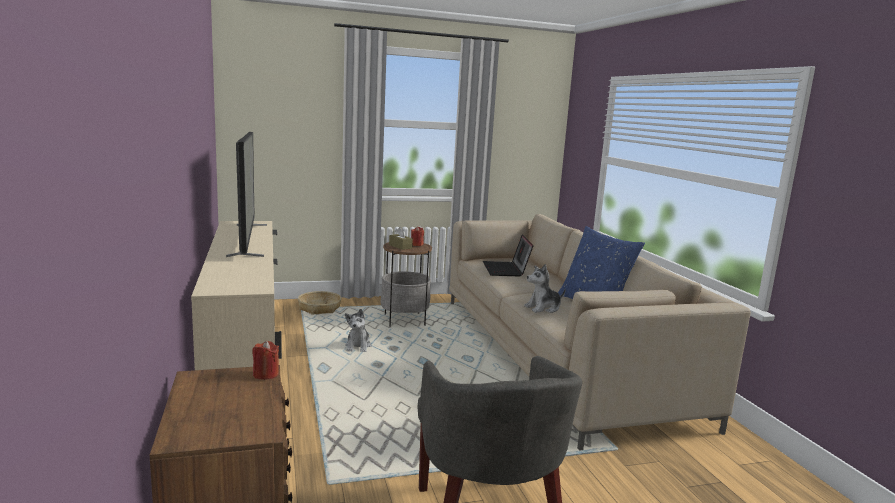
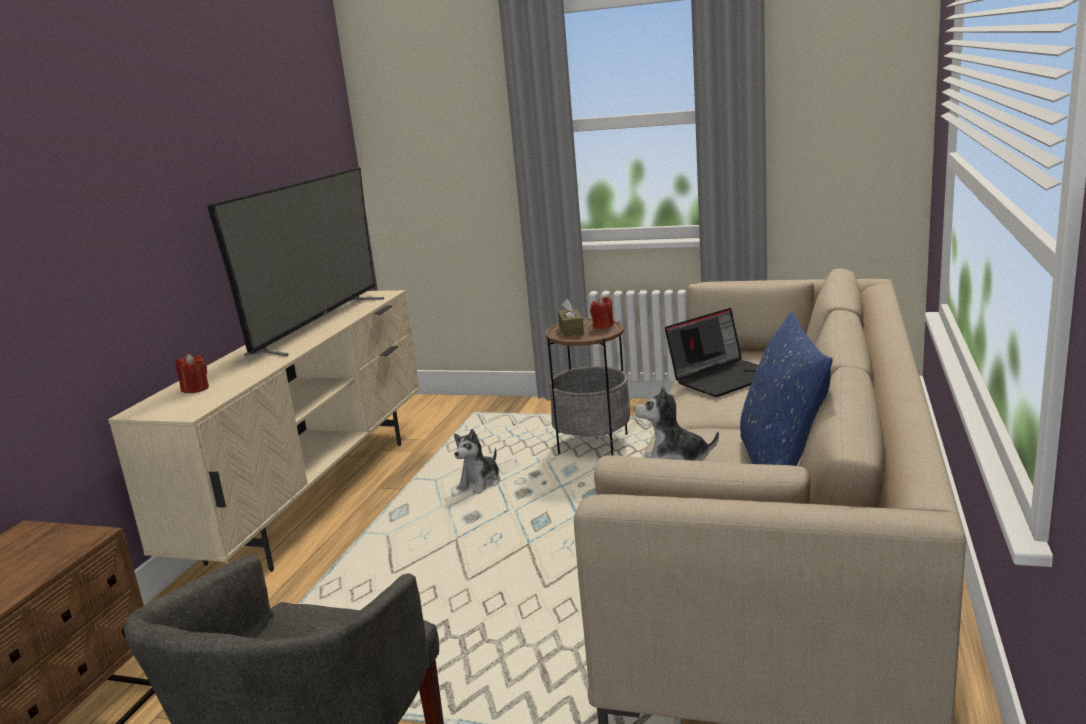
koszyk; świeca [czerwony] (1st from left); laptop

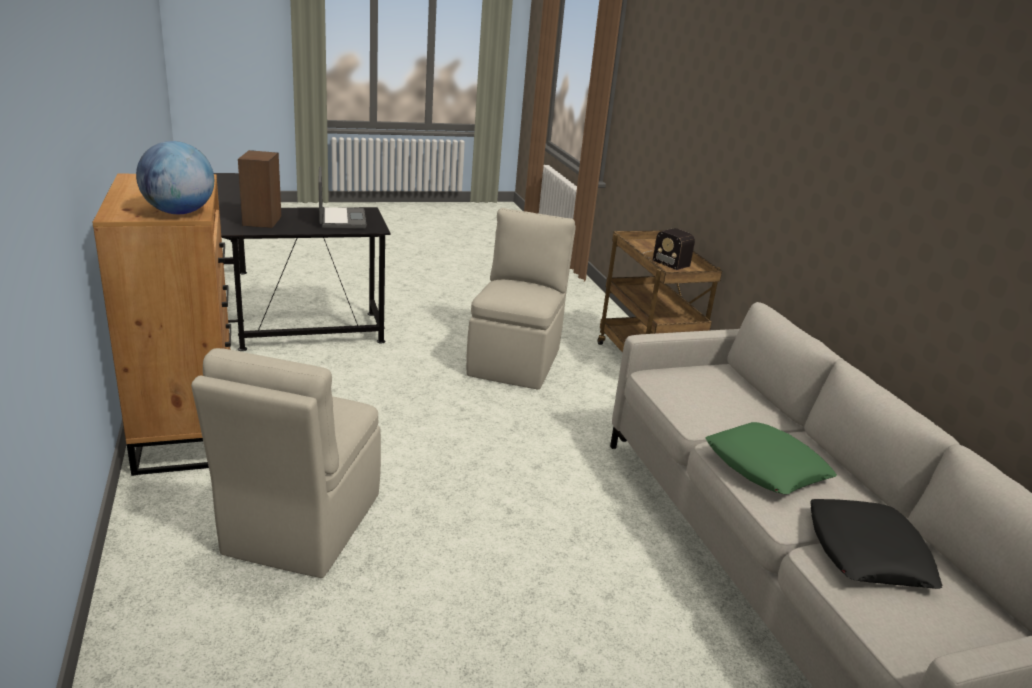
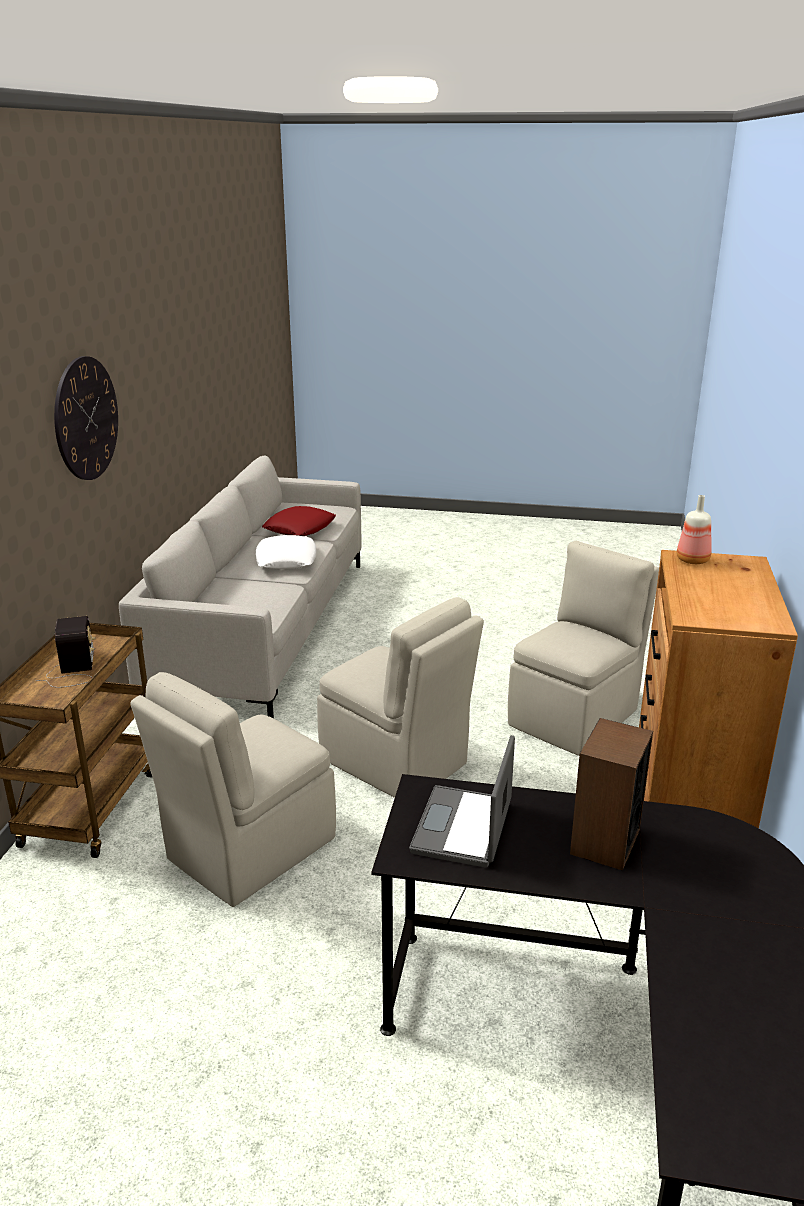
zegar ścienny; krzesło [beżowy] (2nd from left); butelka; poduszka [biały]; poduszka [czerwony]

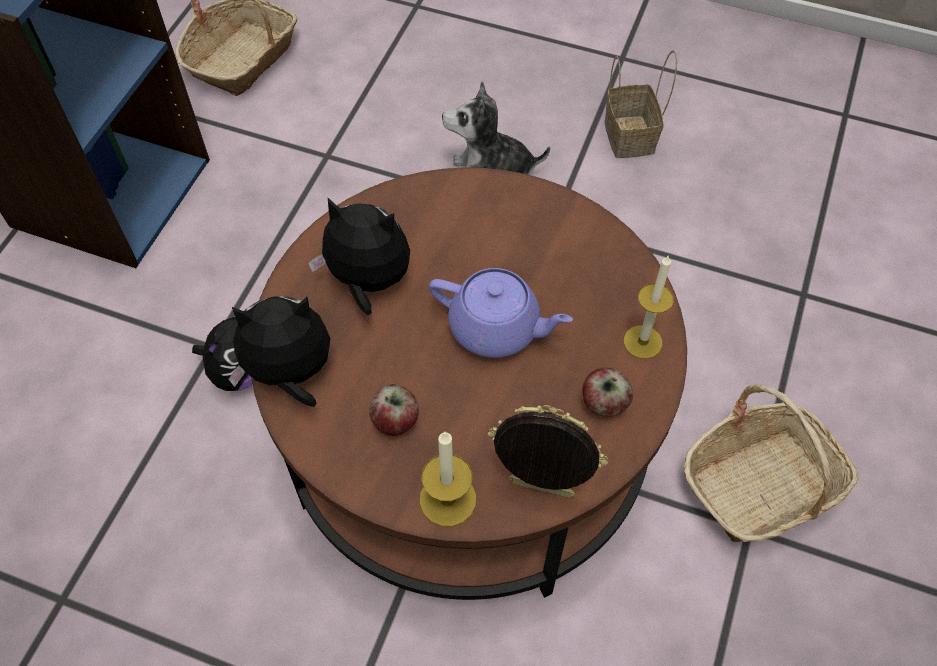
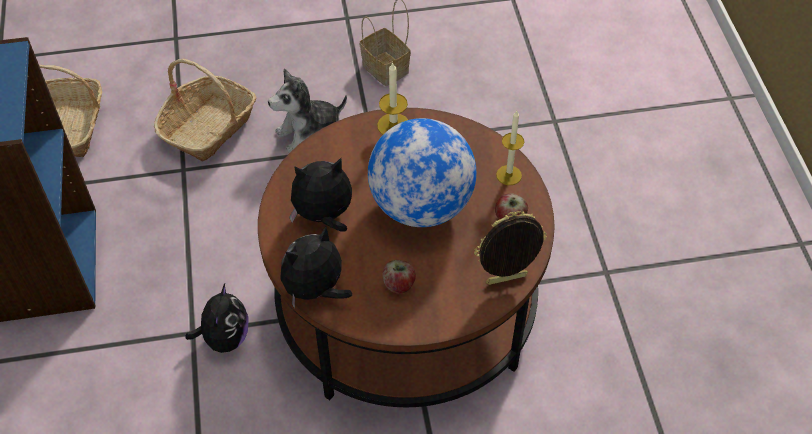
świeca (1st from left); koszyk (2nd from left); globus

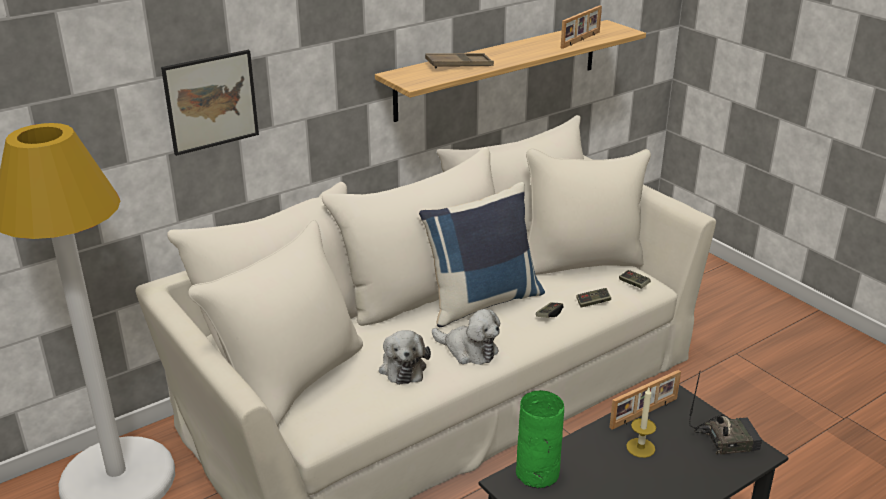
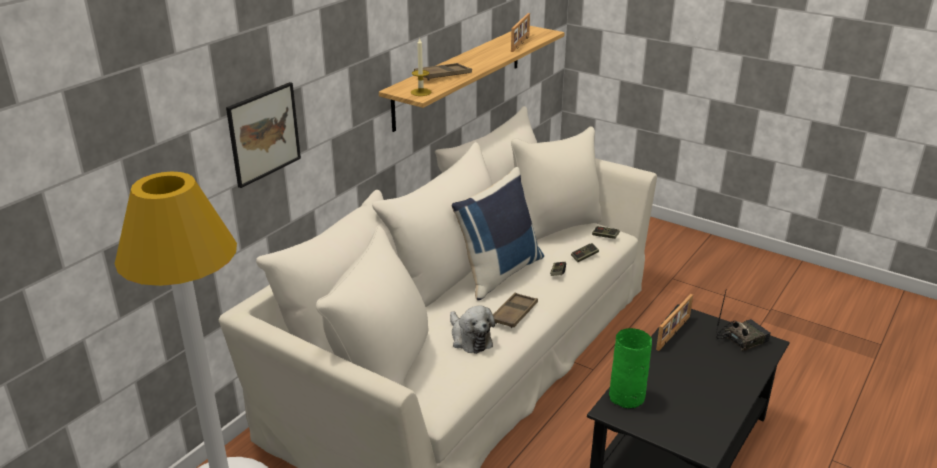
świeca; taca [brązowy] (2nd from left)

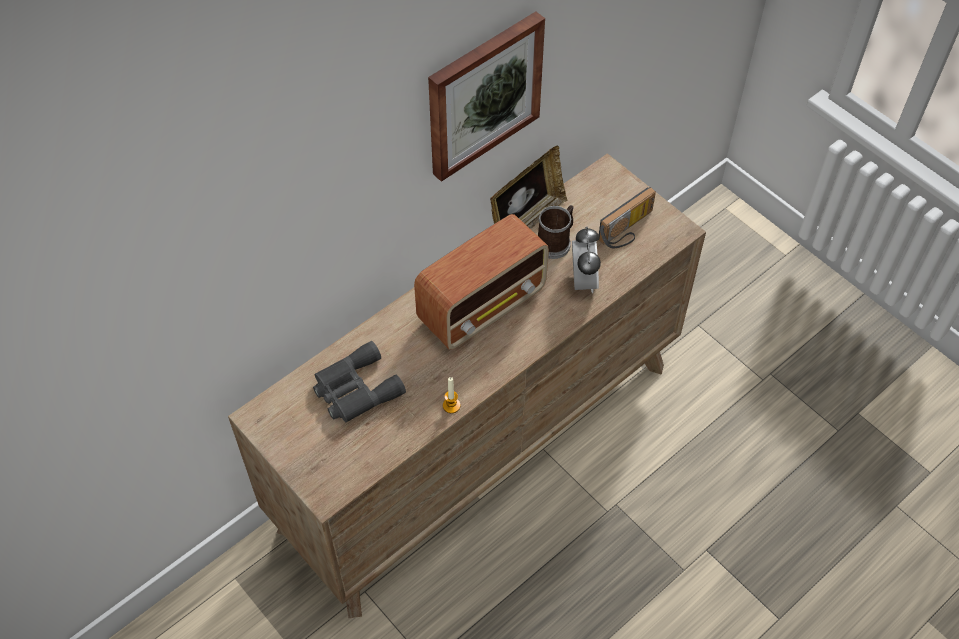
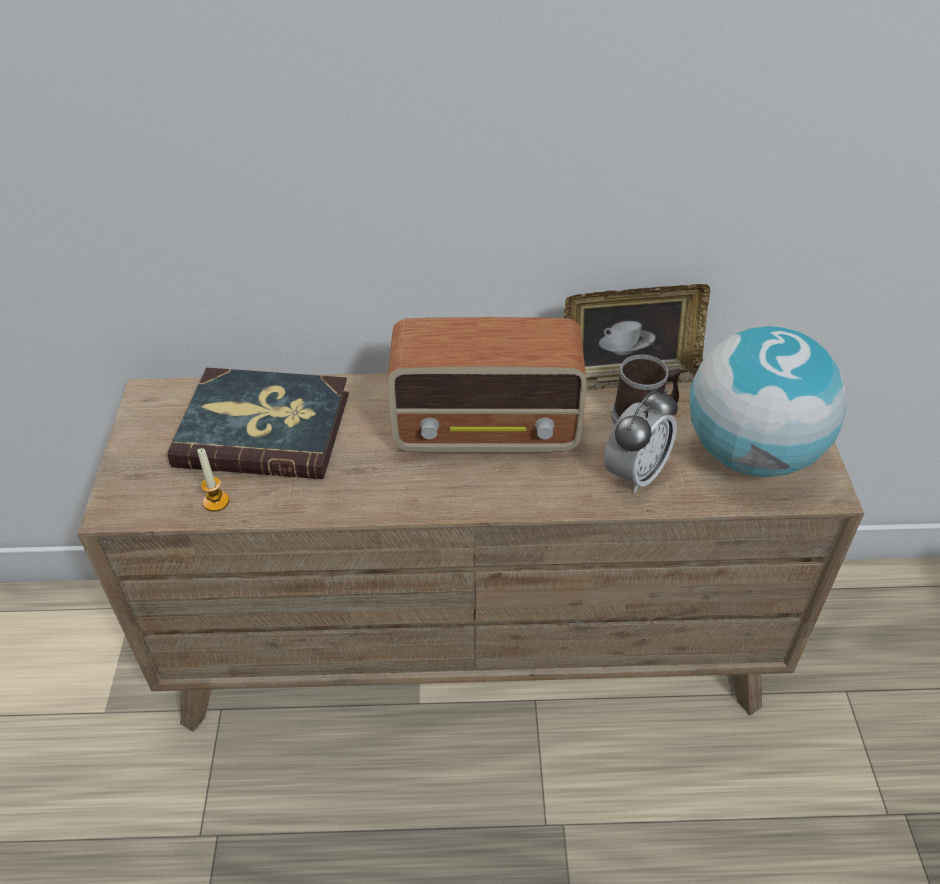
obraz; świeca; książka; globus

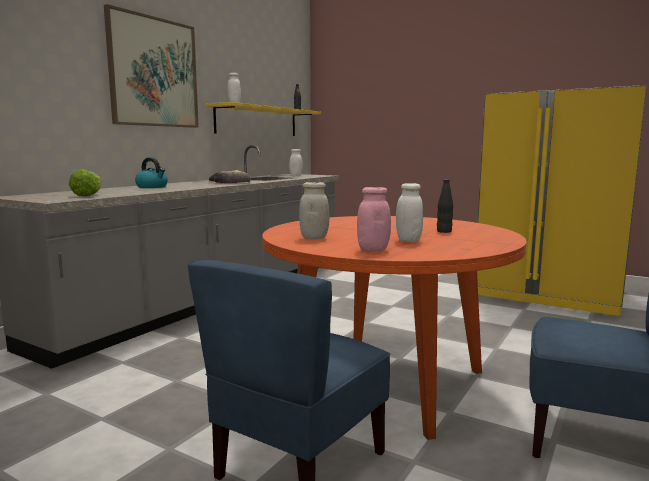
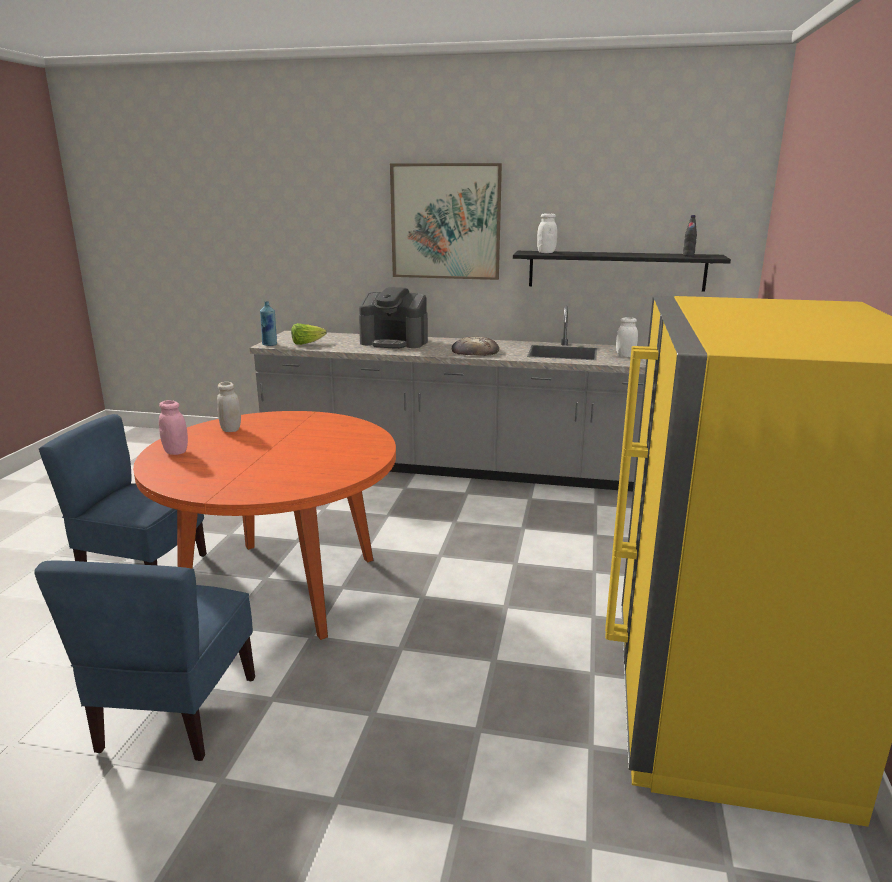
słoik [biały] (4th from left in the first image); butelka [czarny] (2nd from left in the first image); butelka [niebieski]; ekspres do kawy; półka [czarny]

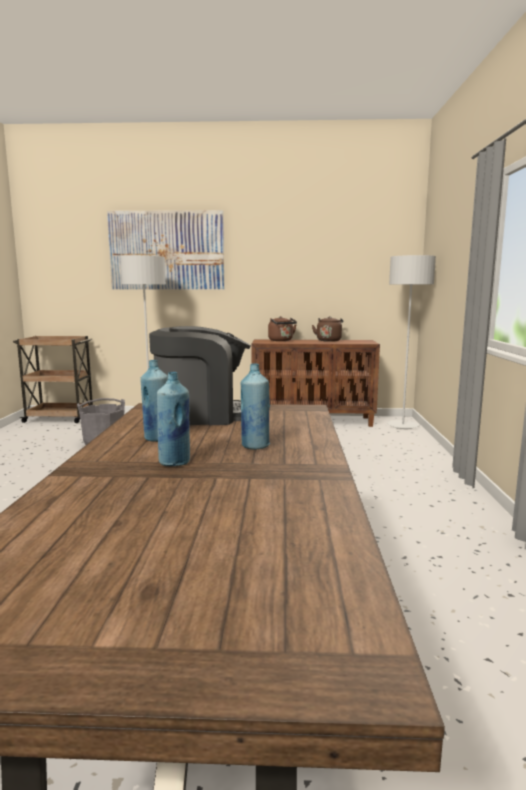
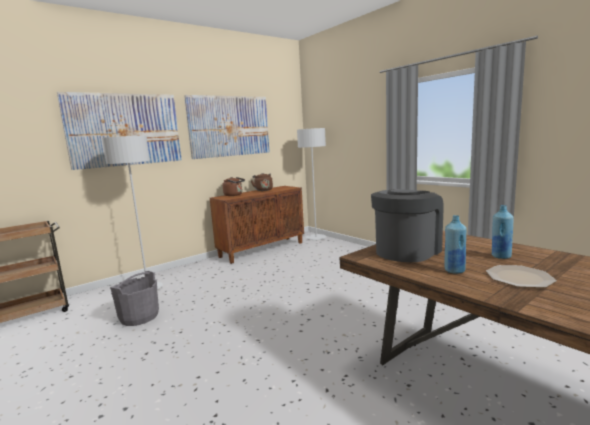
obraz (2nd from left); talerz

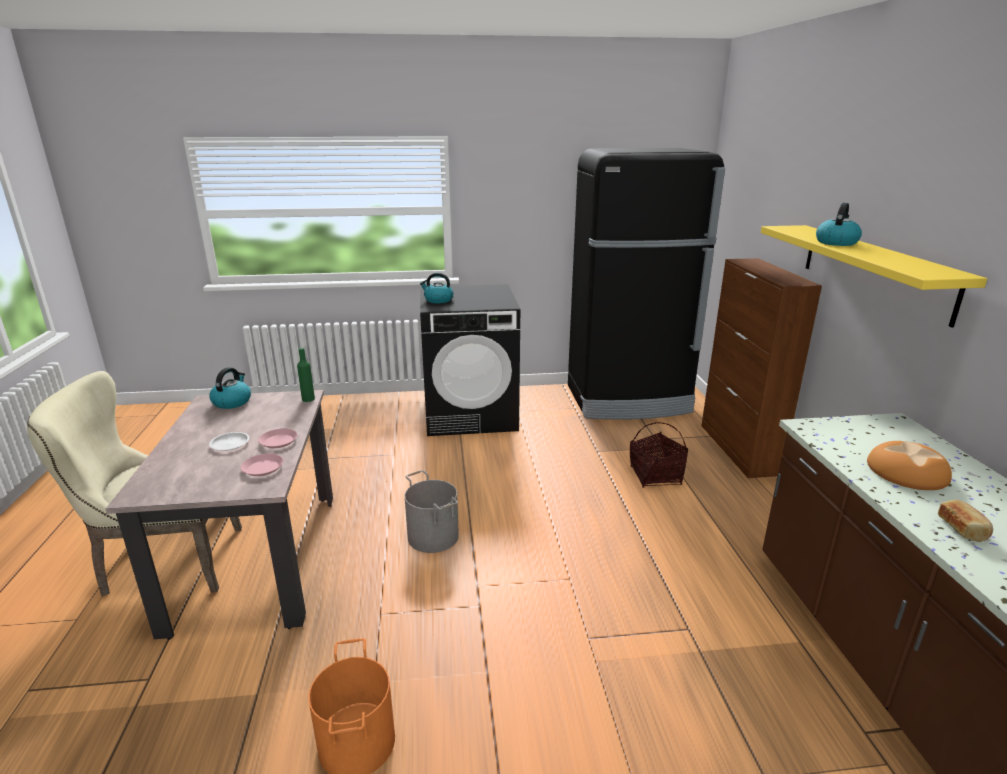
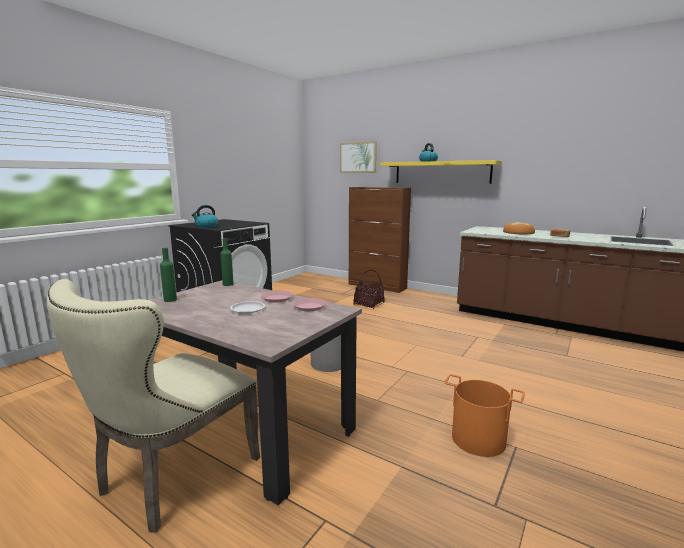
lodówka [czarny]; obraz; butelka [zielony] (1st from left)

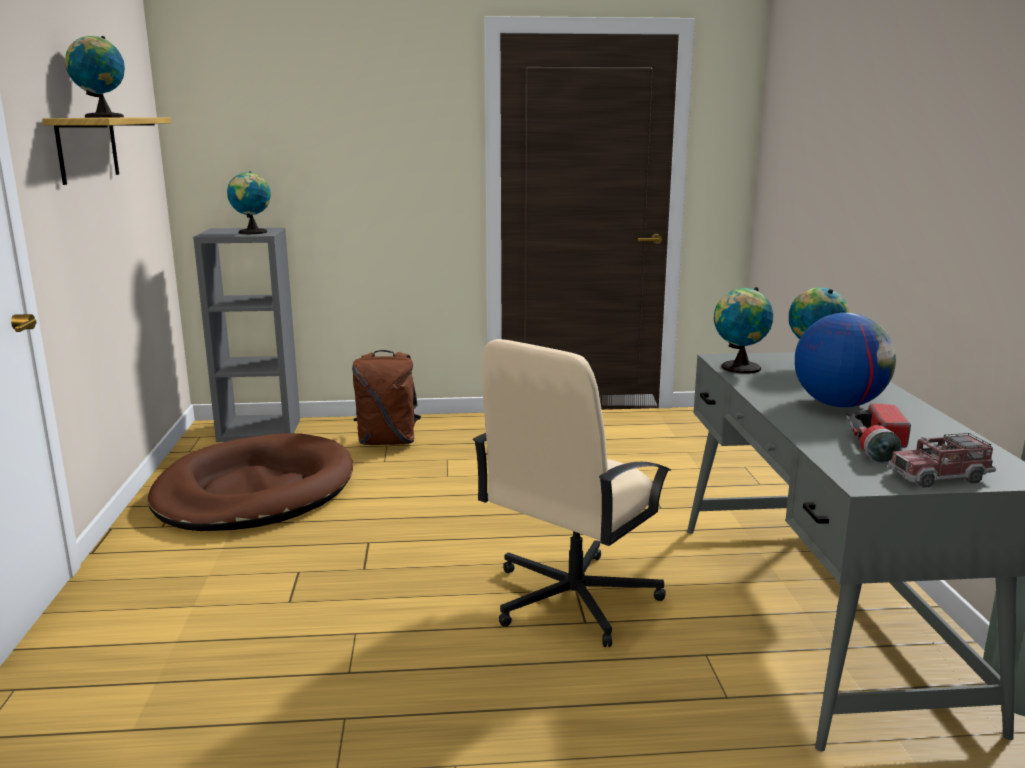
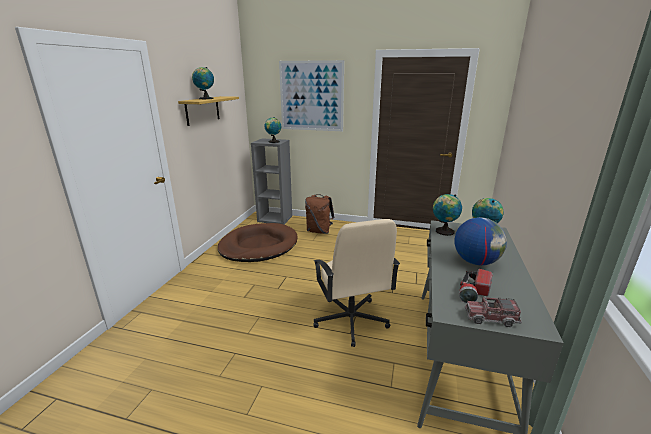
obraz; krzesło biurowe [beżowy]

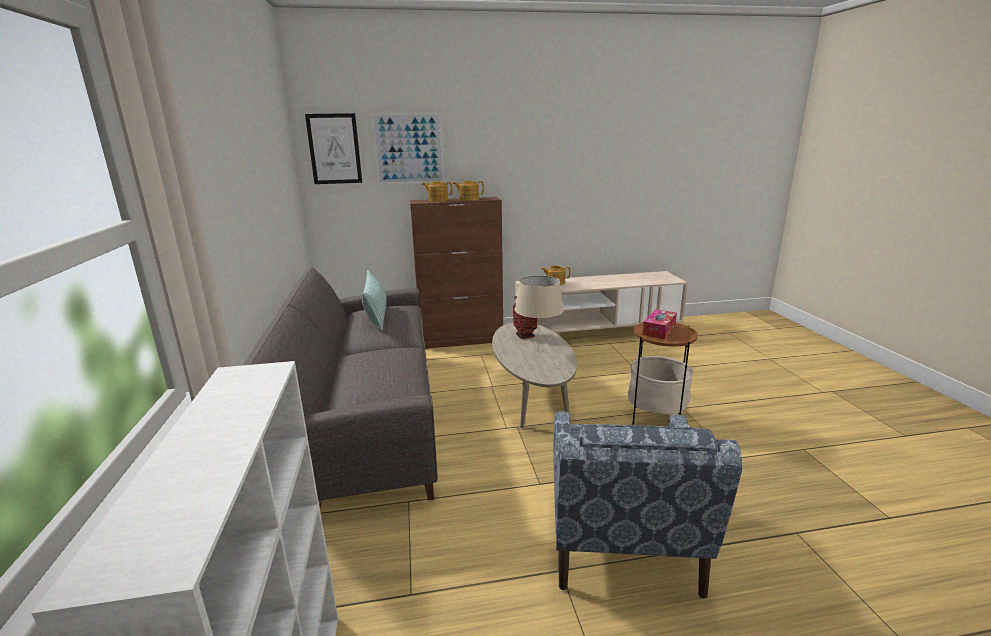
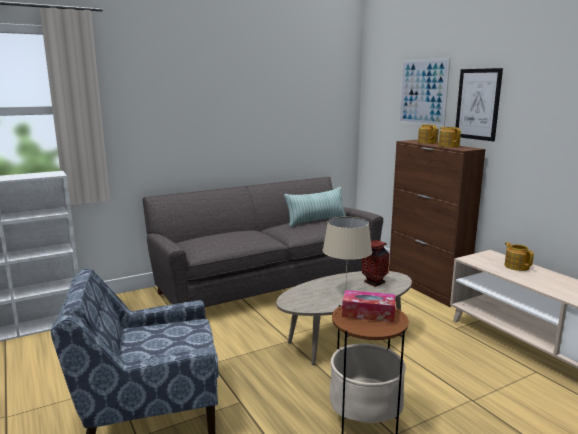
obraz (2nd from left)

